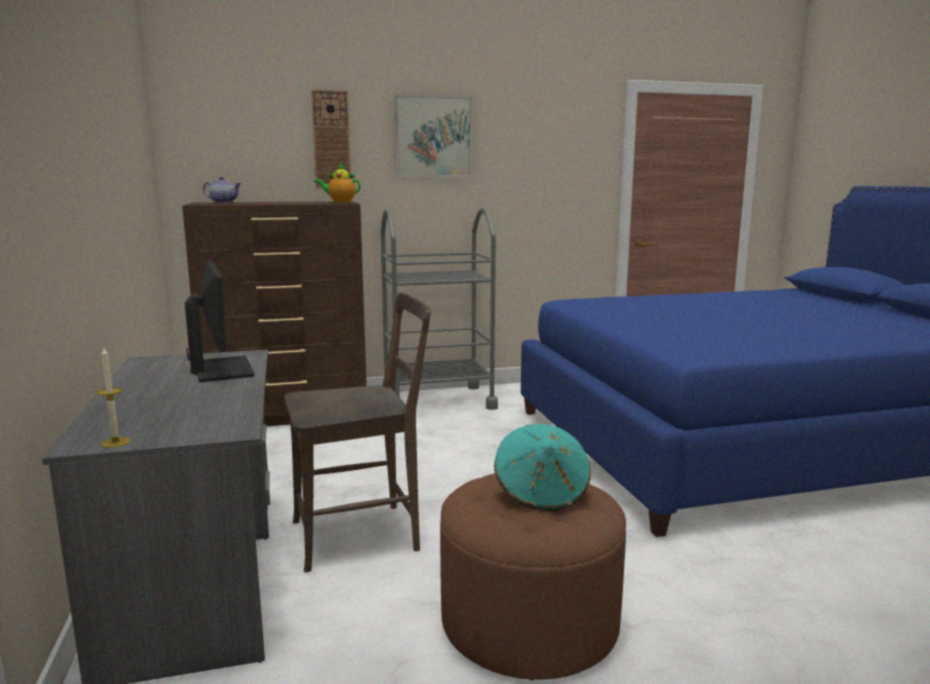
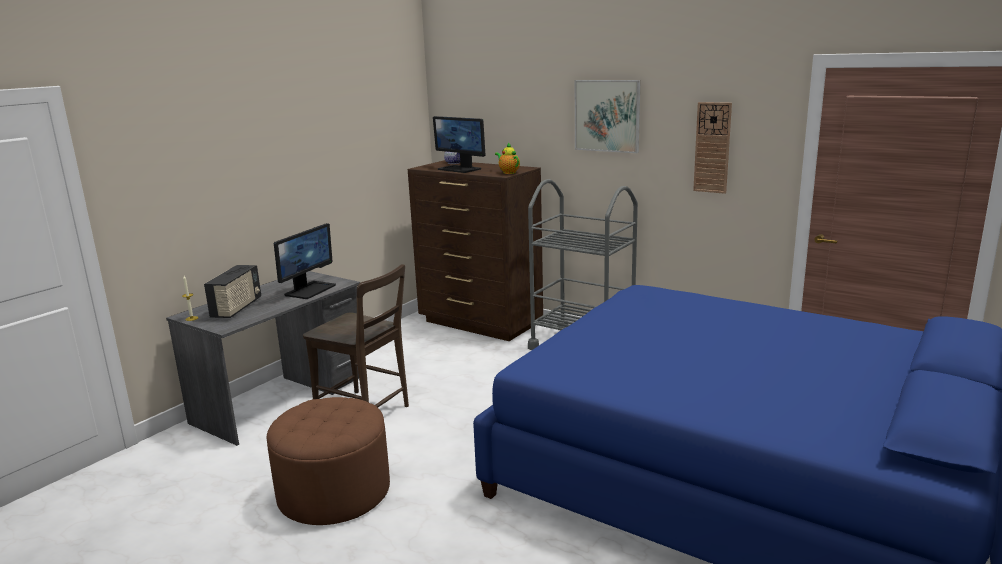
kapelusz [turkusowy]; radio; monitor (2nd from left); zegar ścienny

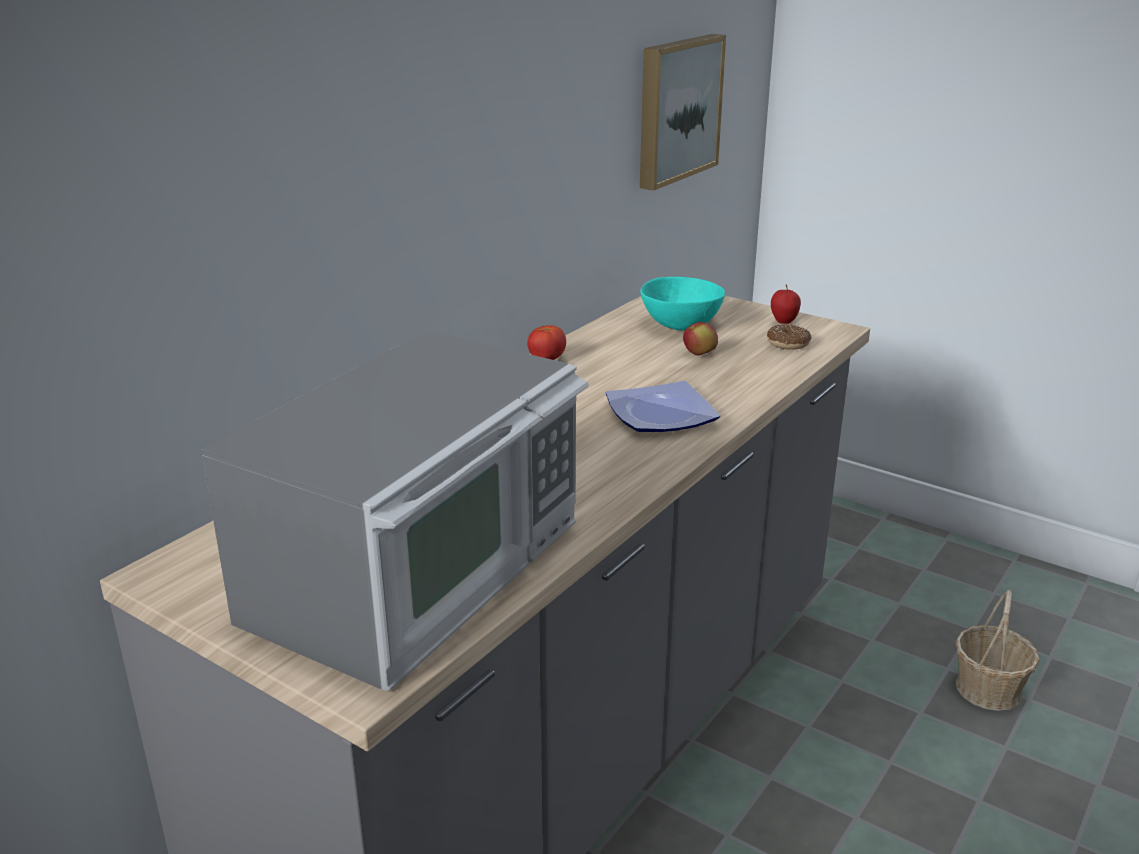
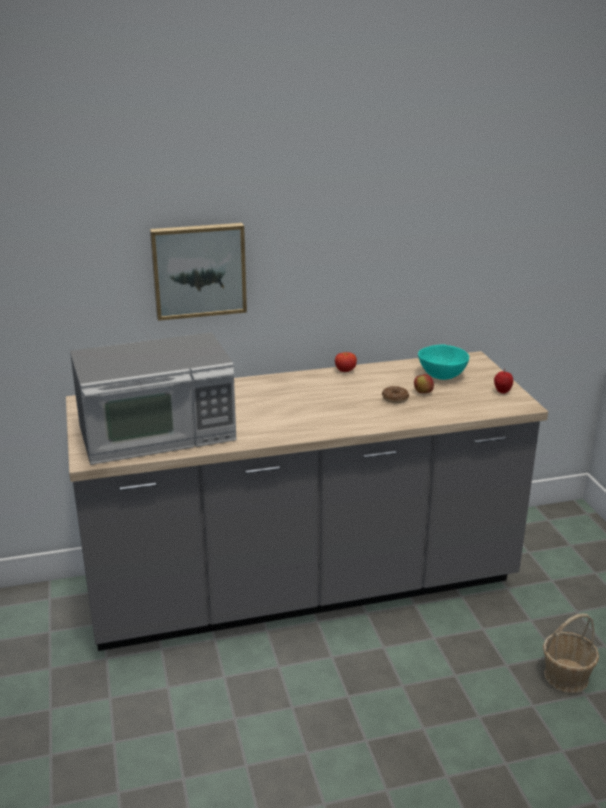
talerz; obraz; donut

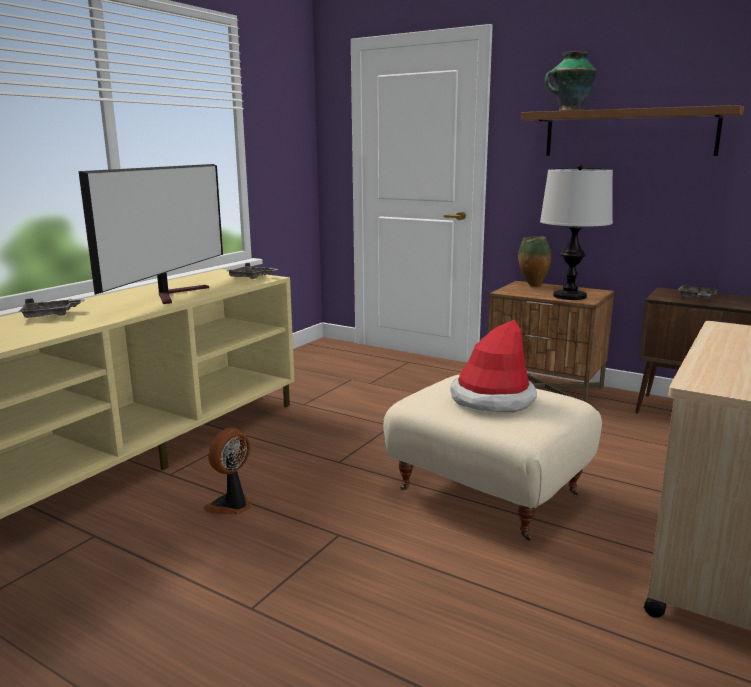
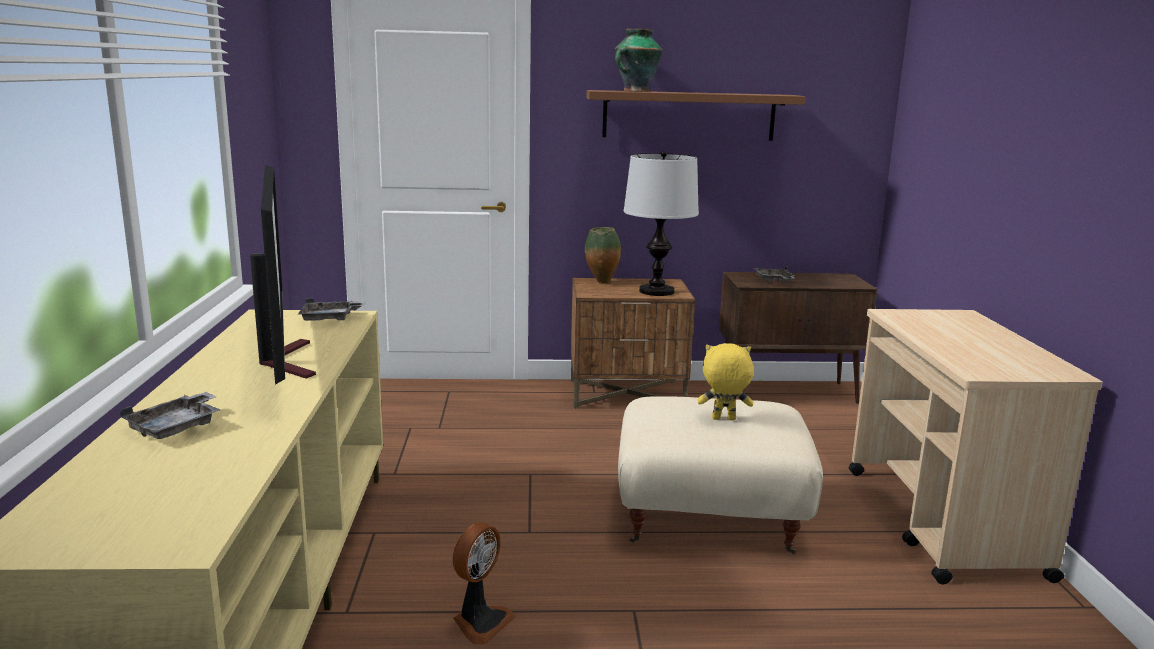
pluszak [żółty]; wentylator

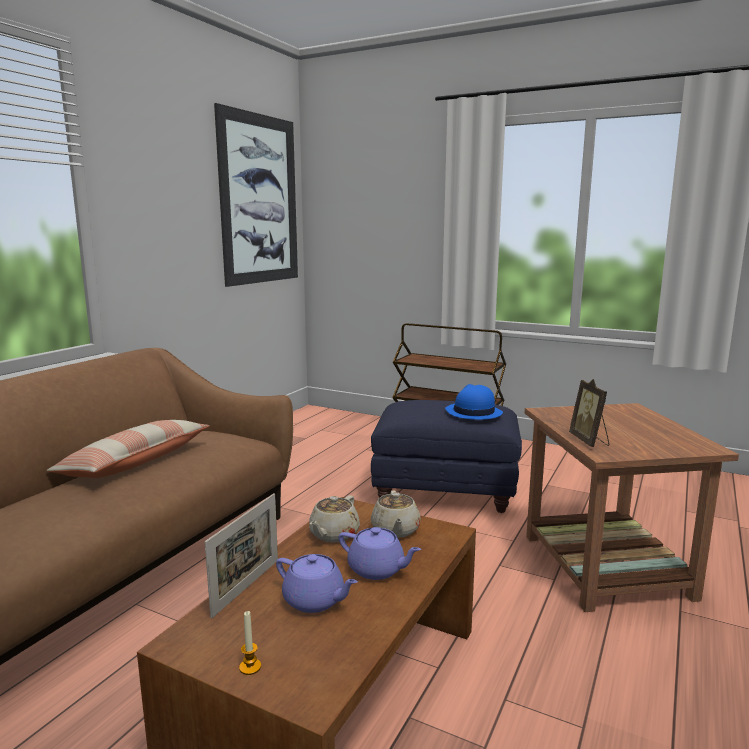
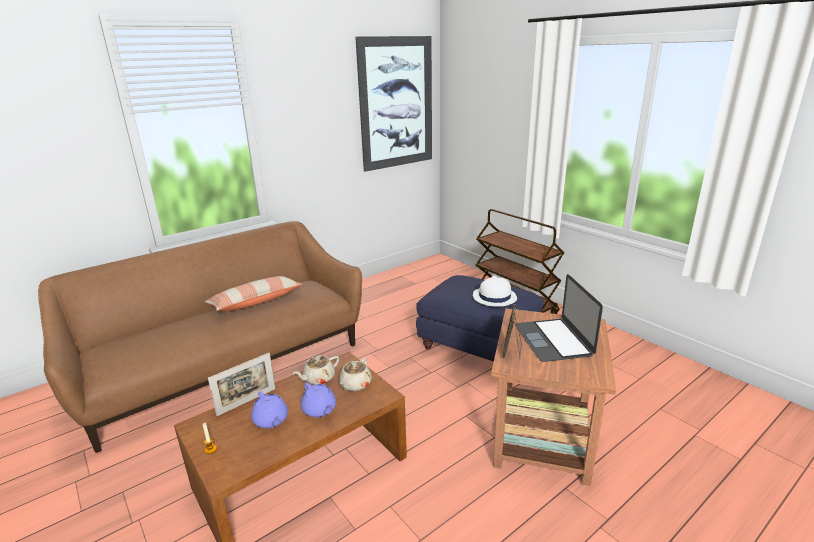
laptop; kapelusz [biały]

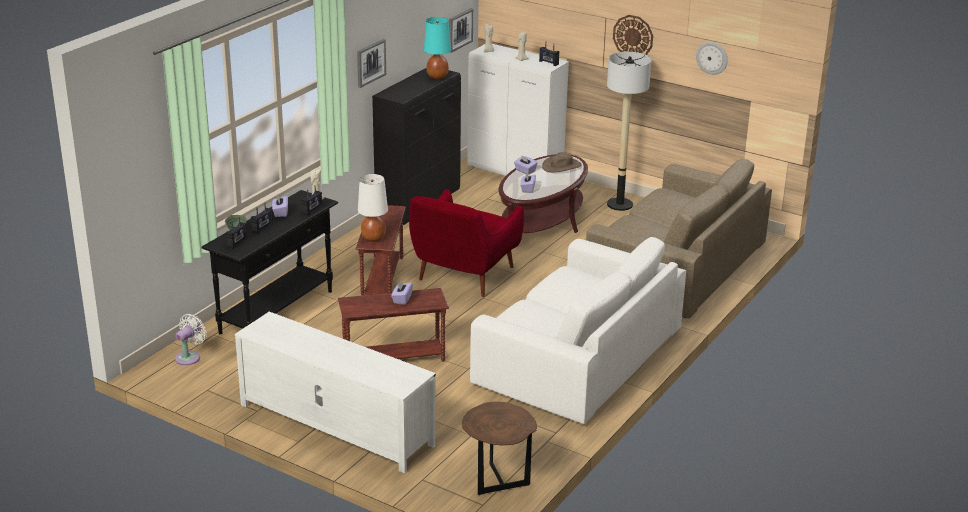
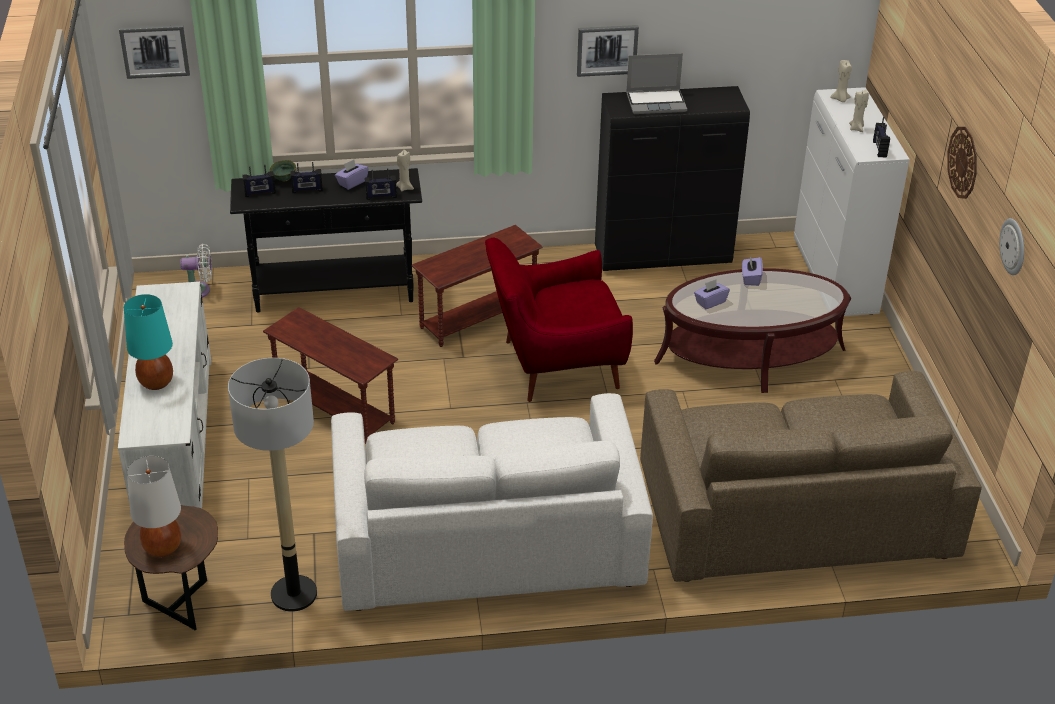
pudełko chusteczek [fioletowy] (2nd from left in the first image); kapelusz [brązowy]; laptop; lampa stołowa [biały]; lampa stołowa [turkusowy]; obraz (1st from left); lampa stojąca

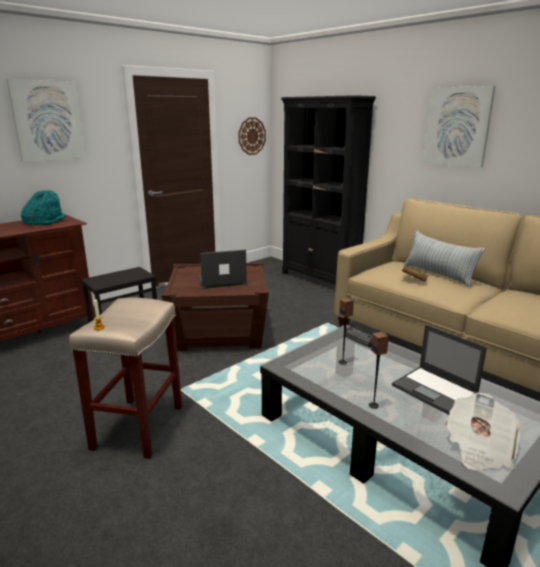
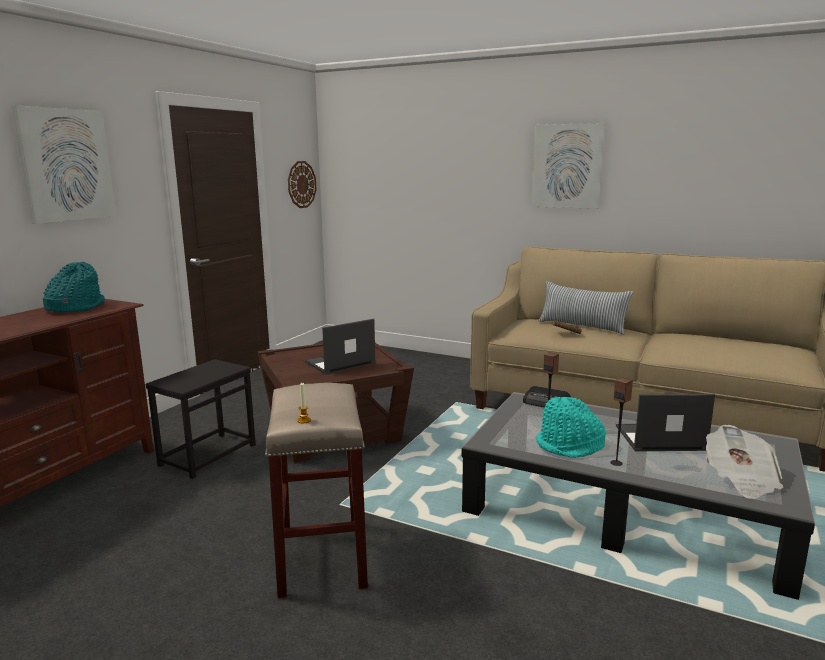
regał [czarny]; kapelusz [turkusowy] (2nd from left); laptop (2nd from left)

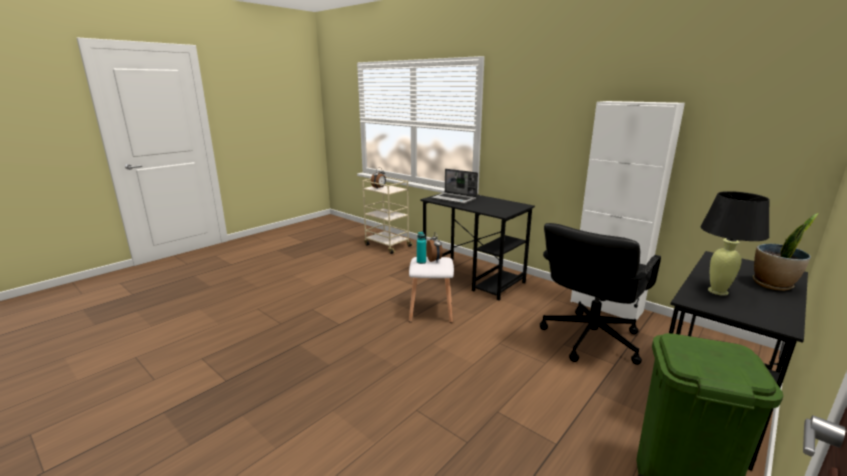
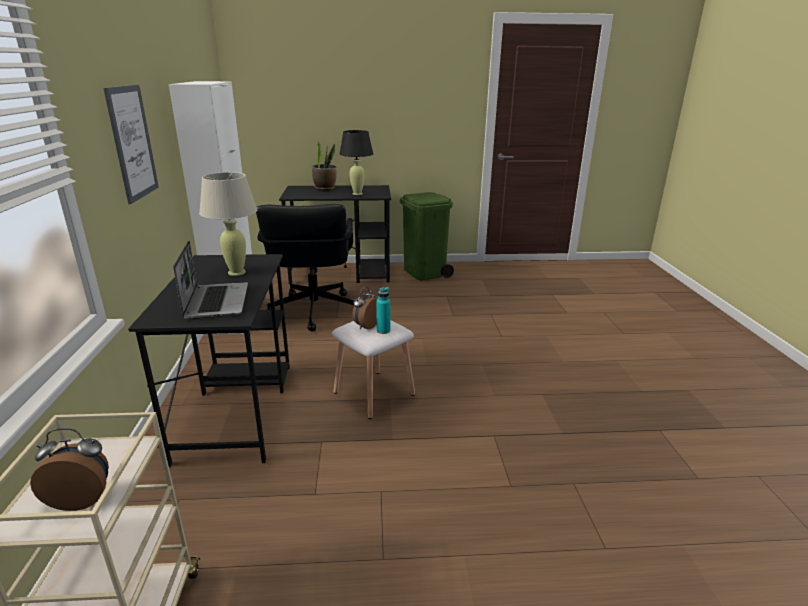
obraz; lampa stołowa [beżowy]; krzesło biurowe [czarny]

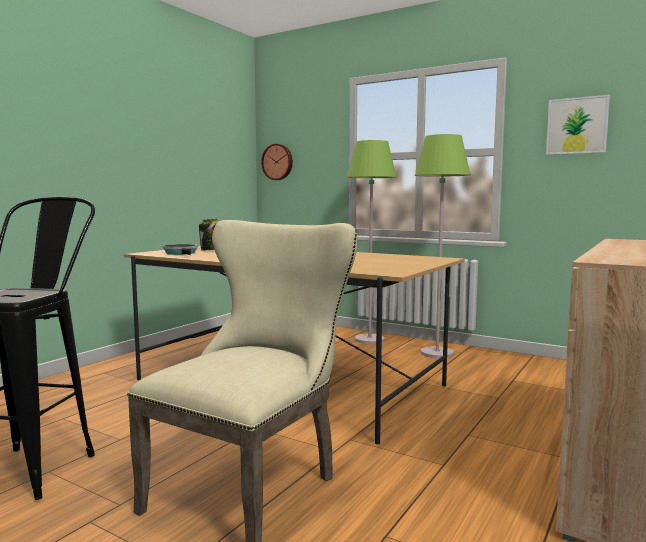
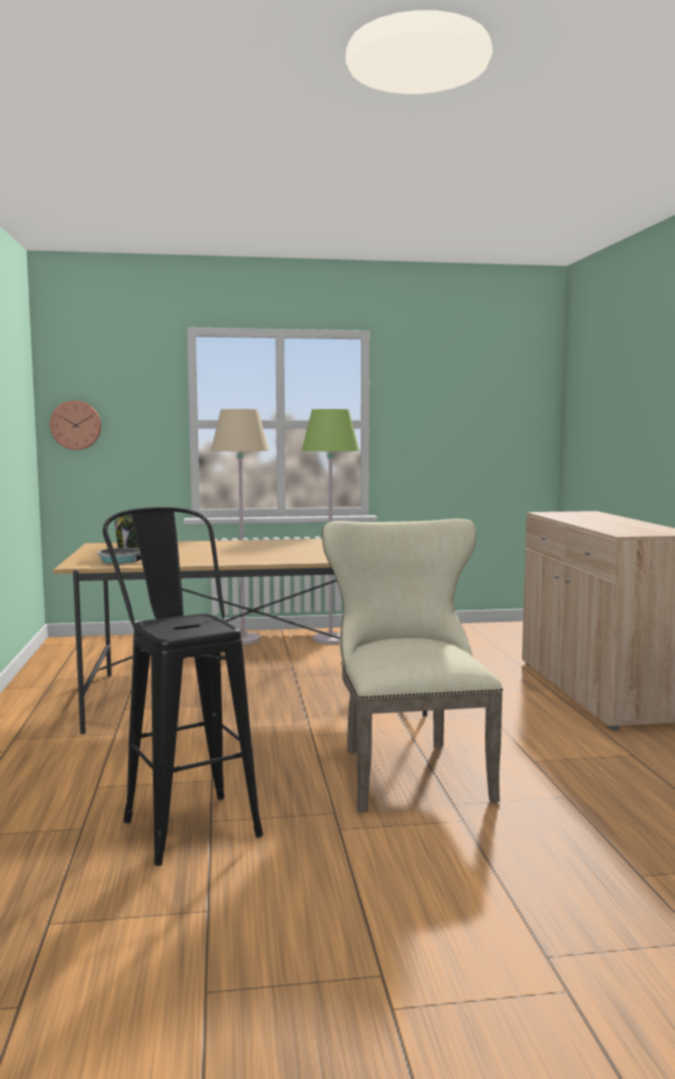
obraz; lampa stojąca [beżowy]

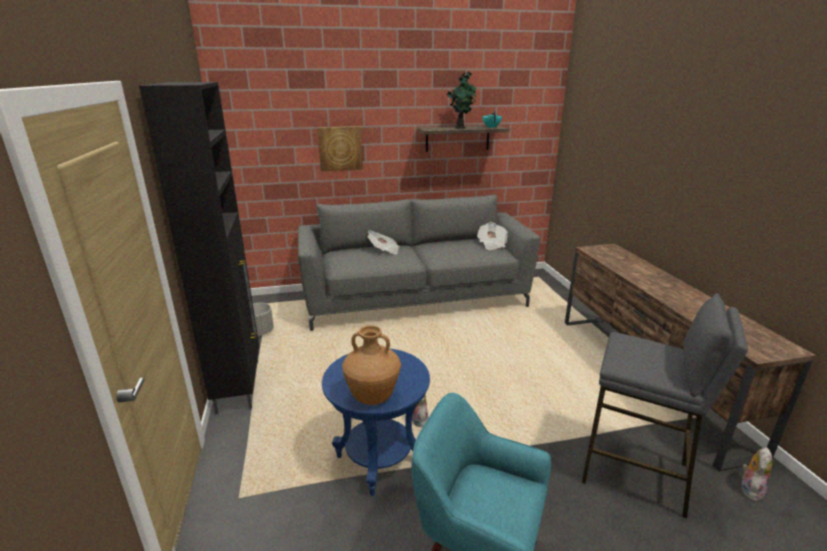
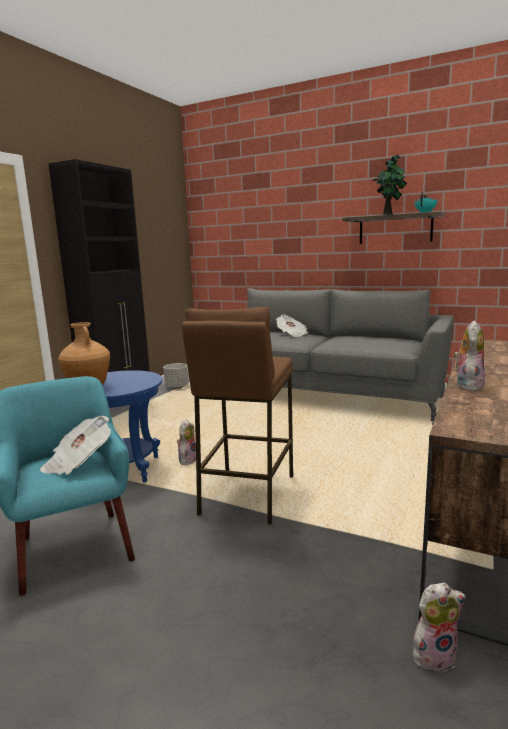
obraz; stołek [szary]; stołek [brązowy]; pluszak (3rd from left); gazeta (1st from left)

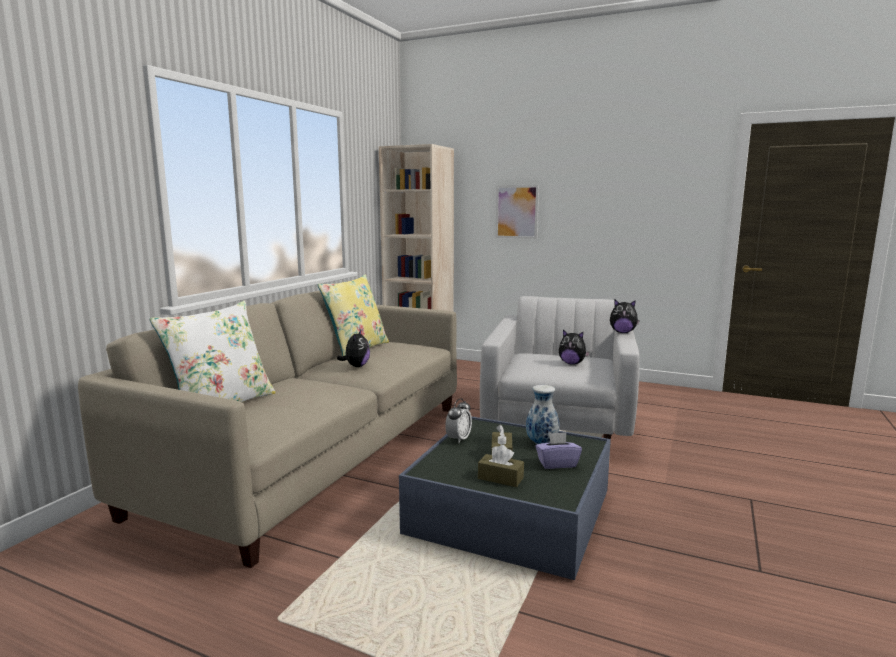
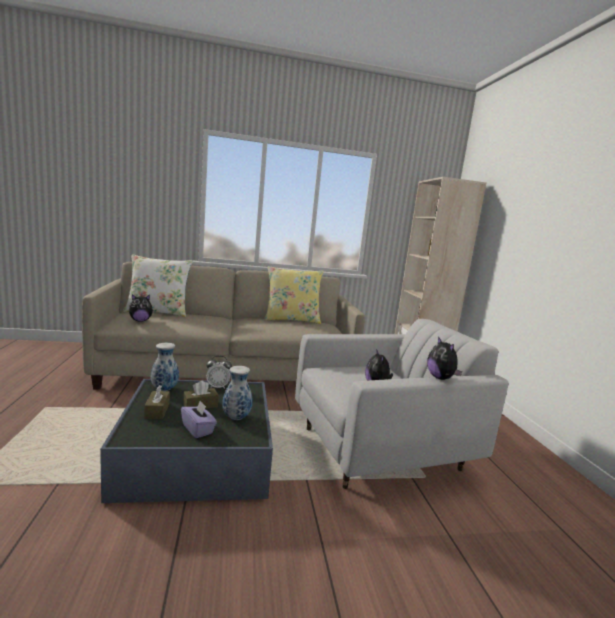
obraz; wazon (1st from left); pluszak (1st from left)

